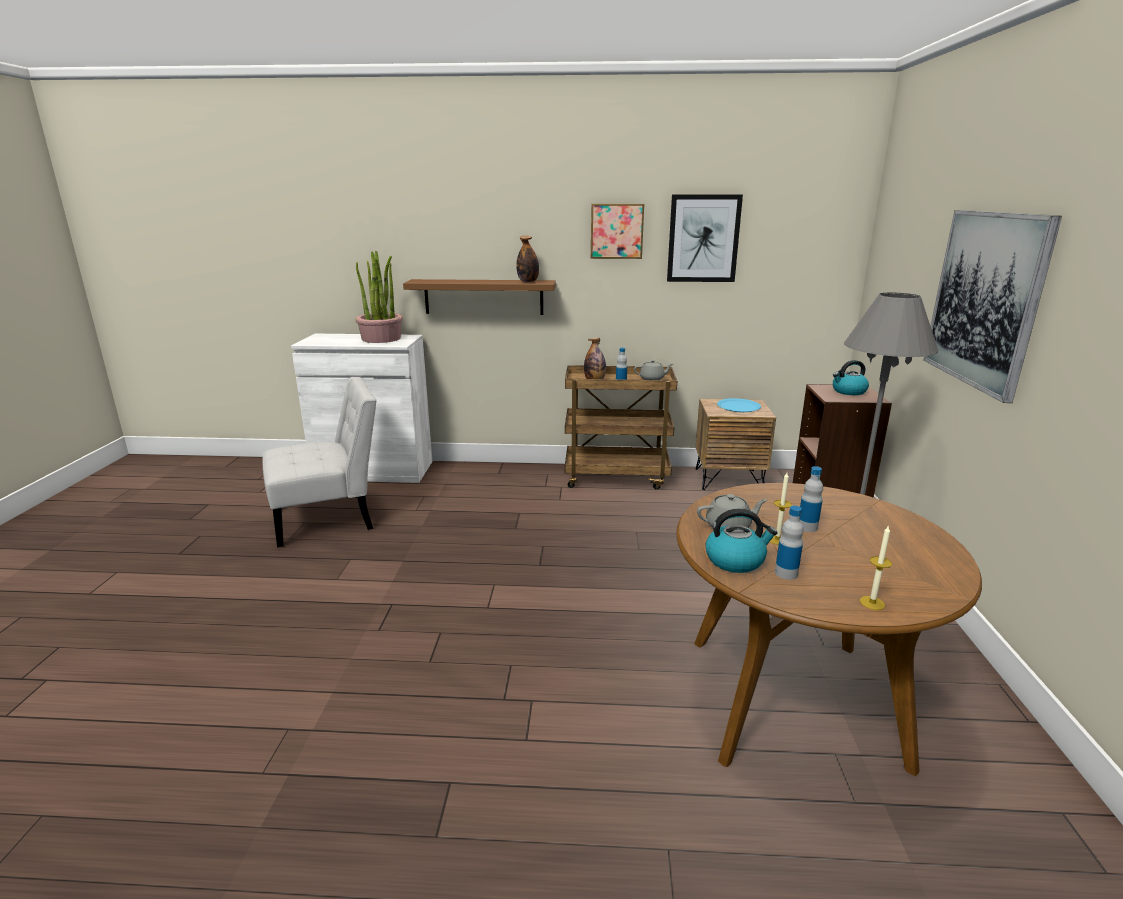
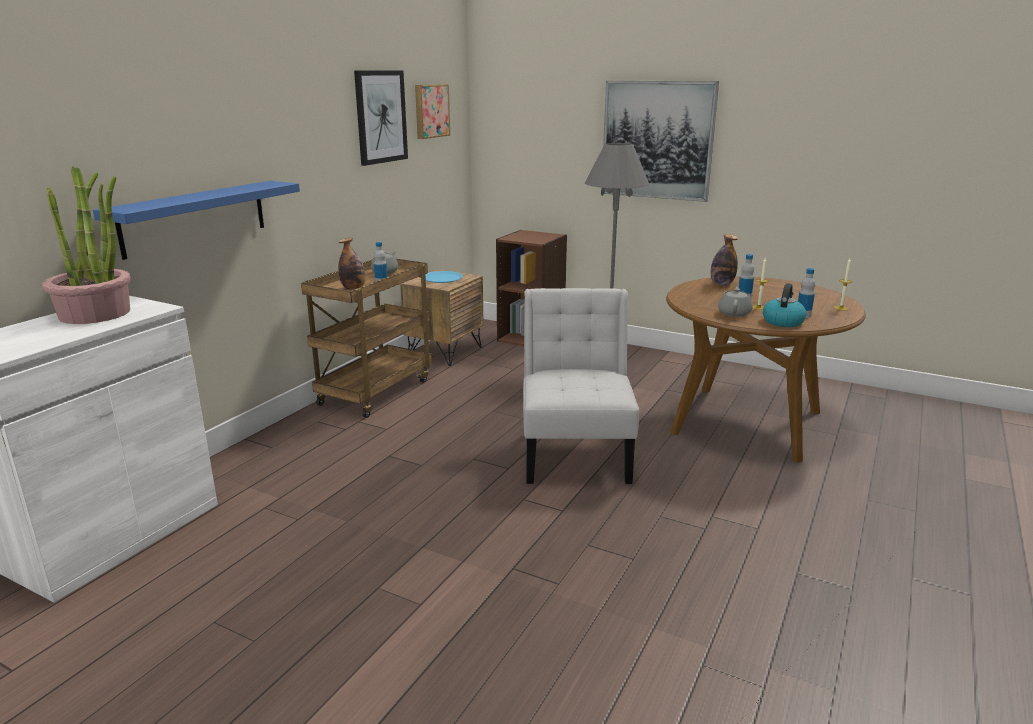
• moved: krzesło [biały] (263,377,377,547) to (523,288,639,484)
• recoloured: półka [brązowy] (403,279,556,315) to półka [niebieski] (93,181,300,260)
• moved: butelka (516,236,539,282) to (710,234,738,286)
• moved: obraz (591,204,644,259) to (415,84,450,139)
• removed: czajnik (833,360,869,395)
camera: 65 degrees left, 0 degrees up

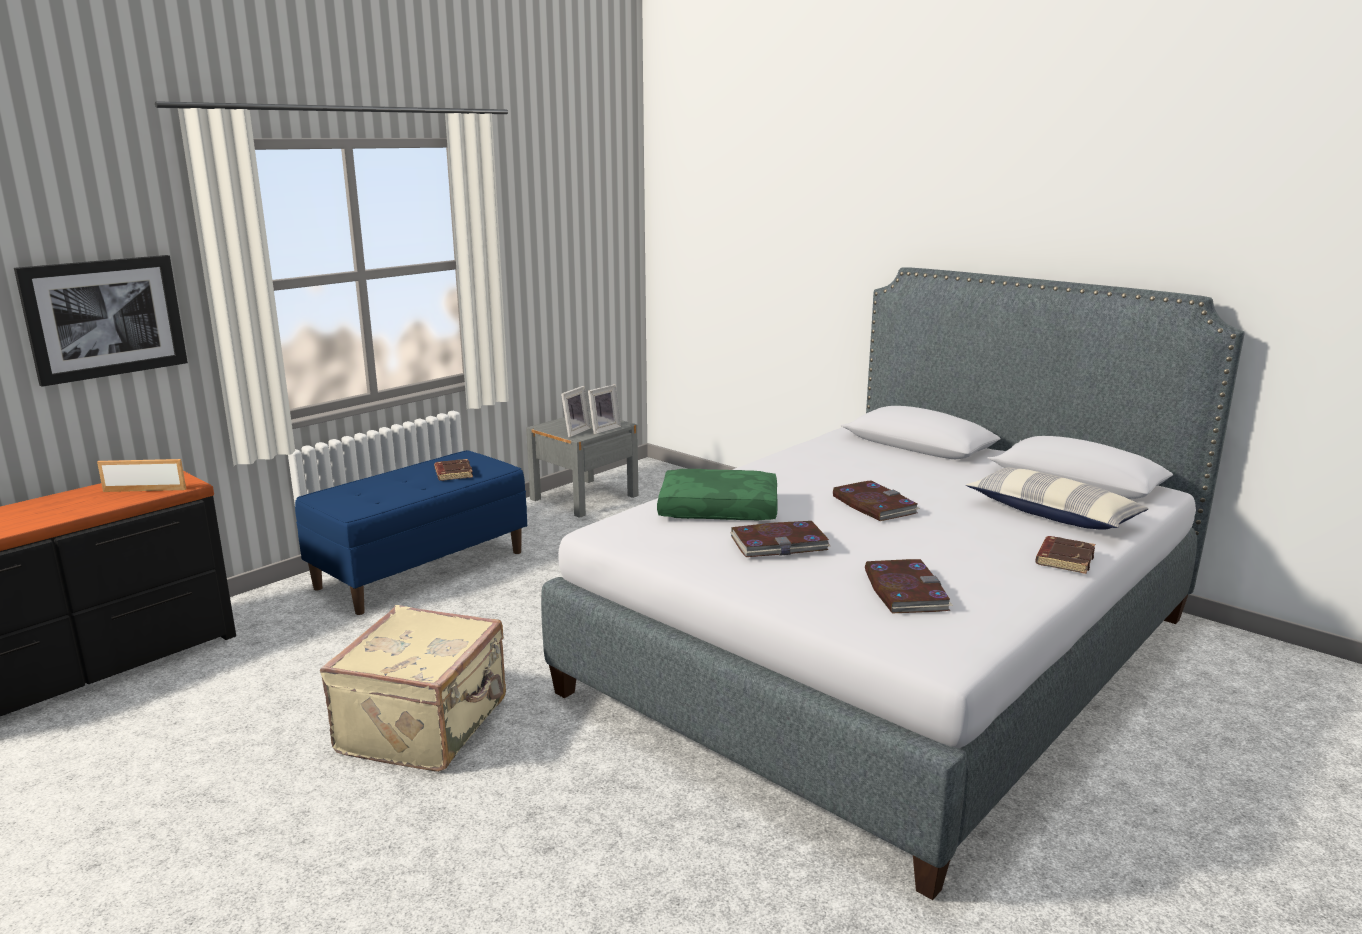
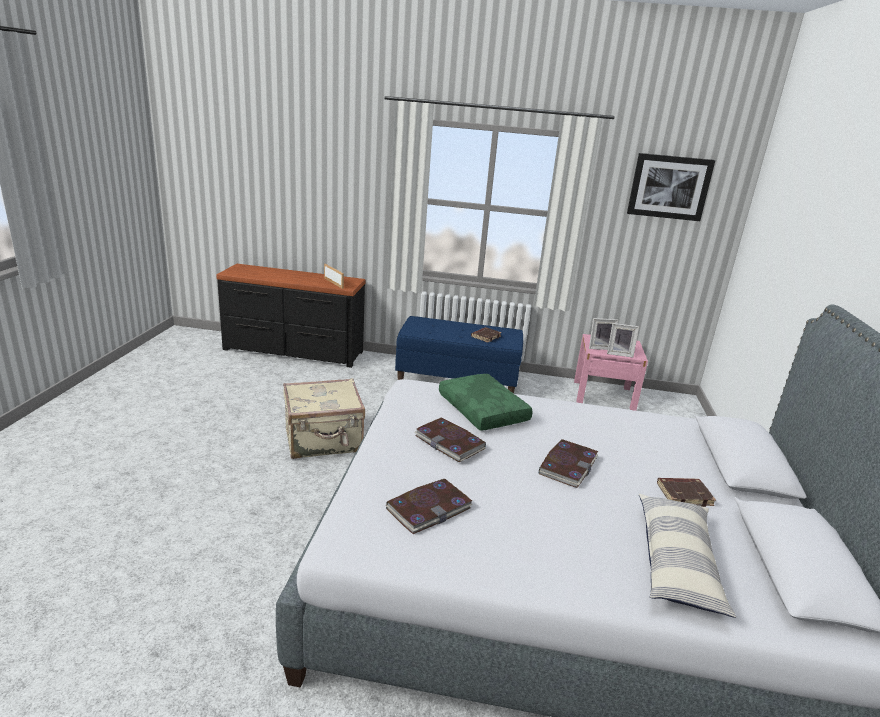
• moved: obraz (14,255,188,387) to (627,153,715,221)
• recoloured: szafka nocna [szary] (526,412,638,518) to szafka nocna [różowy] (574,334,648,411)
• moved: książka [brązowy] (1035,536,1095,574) to (657,478,716,507)
camera: 55 degrees right, 5 degrees up

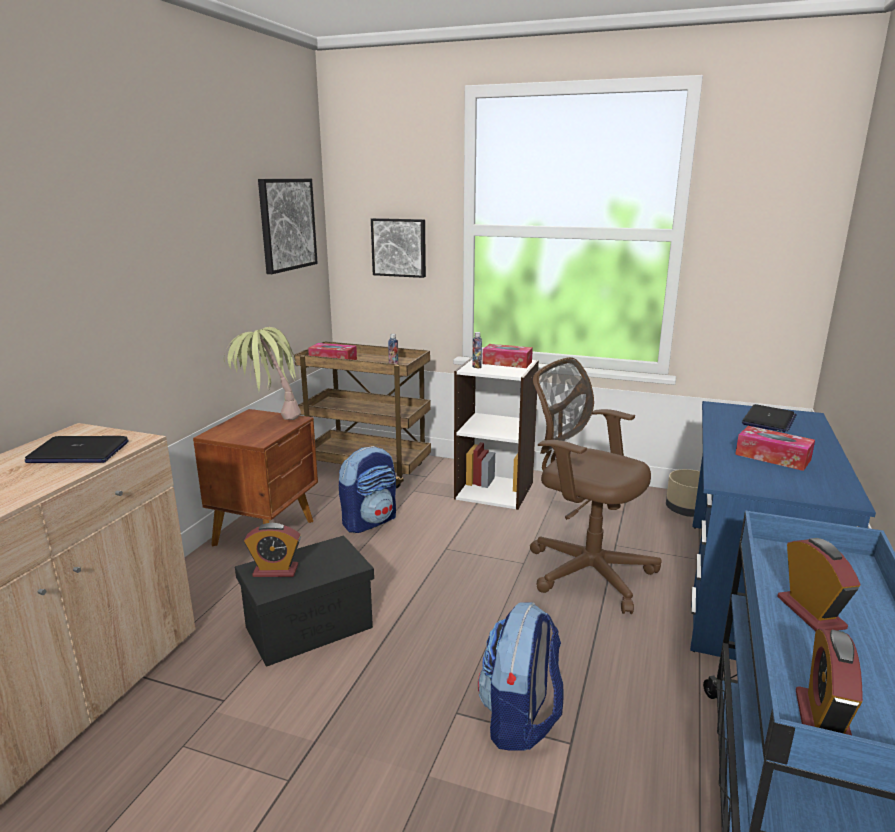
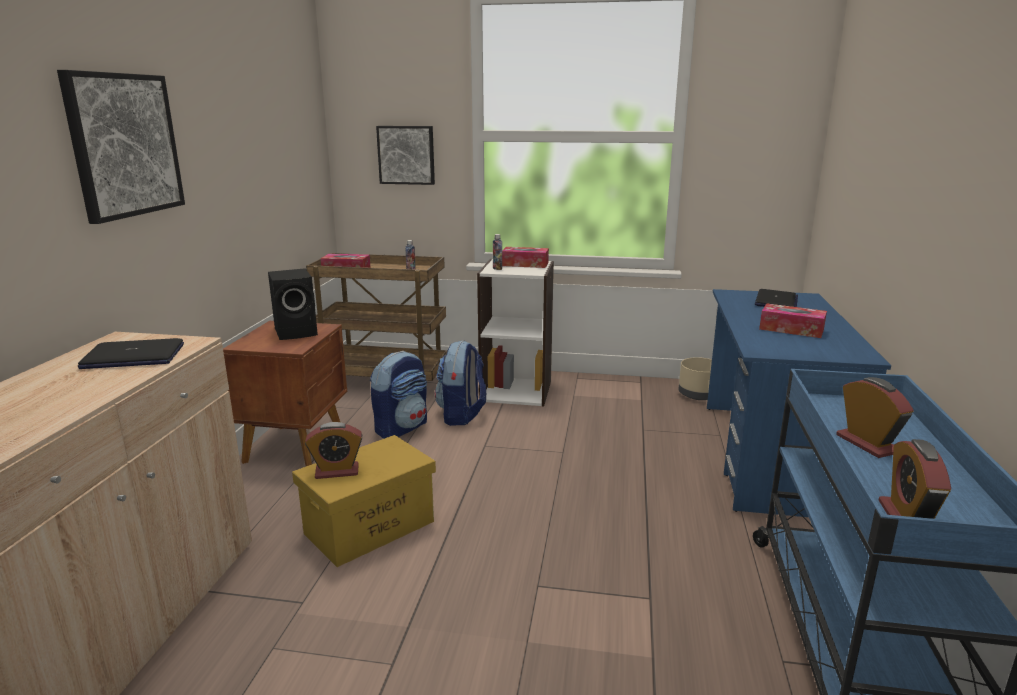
• replaced: roślina doniczkowa (224,327,301,420) to głośnik [czarny] (268,268,318,340)
• recoloured: pojemnik do przechowywania [czarny] (235,535,374,667) to pojemnik do przechowywania [żółty] (292,435,436,567)
• moved: obraz (258,179,318,274) to (57,70,185,224)
• moved: plecak (478,603,563,751) to (435,340,486,426)
• removed: krzesło biurowe [brązowy] (530,357,662,614)
camera: 10 degrees left, 0 degrees up

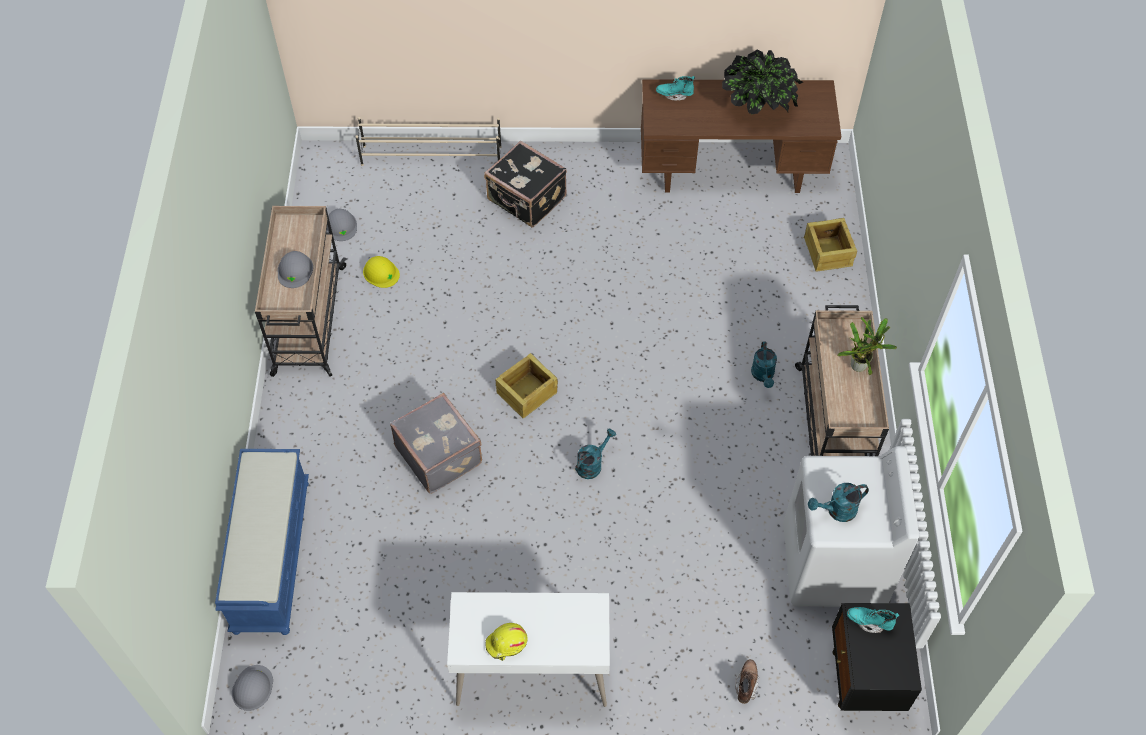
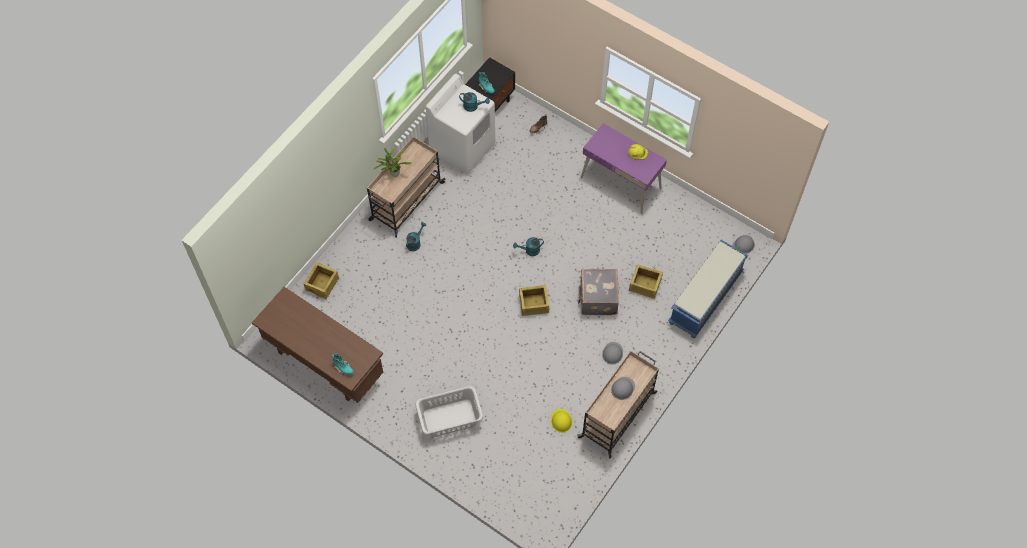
• moved: kask [szary] (327,209,357,241) to (602,342,623,365)
• removed: regał na buty [beżowy] (355,117,502,166)
• recoloured: biurko [biały] (447,592,610,707) to biurko [fioletowy] (581,123,667,214)
• replaced: walizka [czarny] (484,141,567,227) to kosz na pranie [szary] (415,386,483,437)
• removed: roślina doniczkowa (722,50,803,114)
• added: skrzynka (629,264,663,299)
camera: 145 degrees left, 5 degrees up

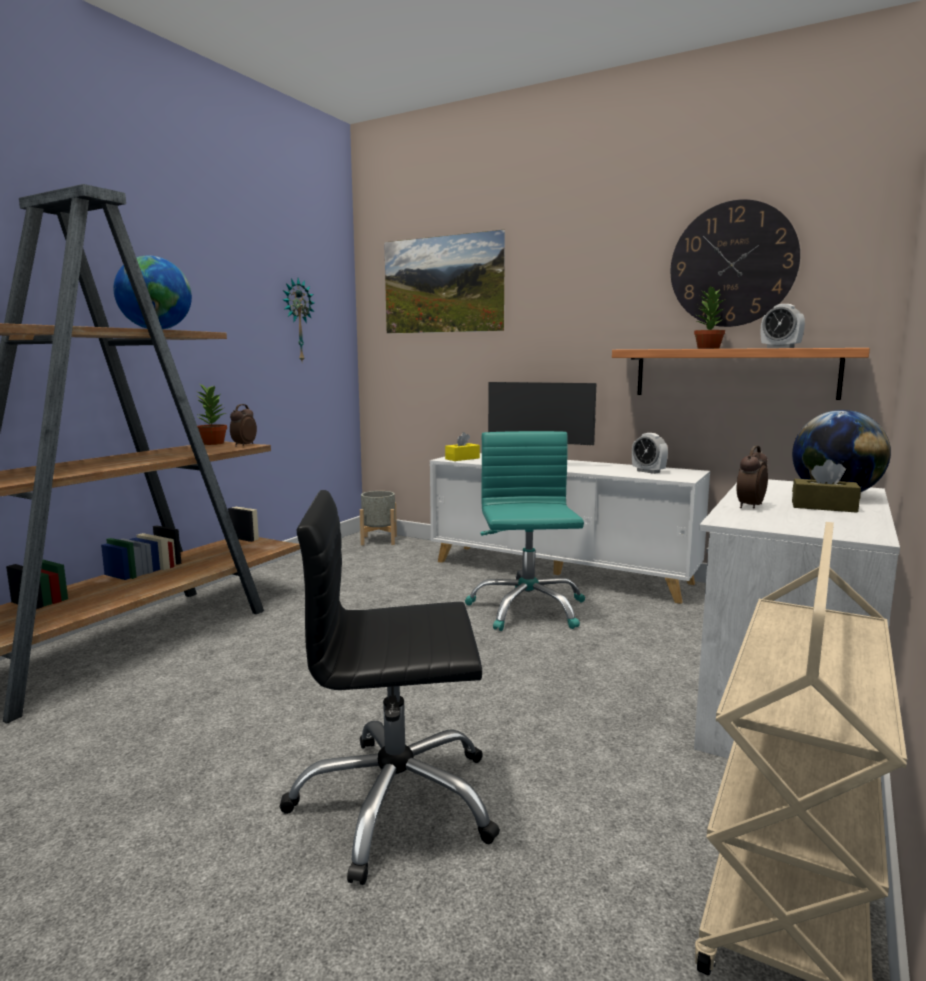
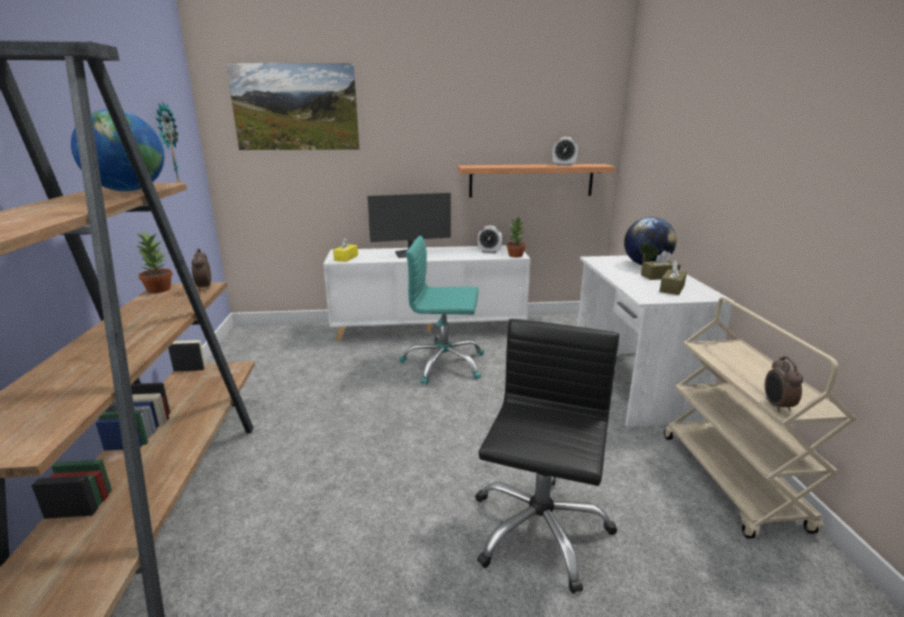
• turned: krzesło biurowe [czarny] (279,490,500,885) = (475,319,620,594) 150 degrees clockwise
• removed: donica [szary] (360,491,397,545)
• turned: krzesło biurowe [turkusowy] (465,431,585,631) = (399,236,484,384) 45 degrees counterclockwise
• removed: zegar ścienny (670,199,800,327)
• moved: roślina doniczkowa (694,285,726,349) to (506,216,526,257)
• moved: budzik (737,446,768,508) to (765,356,803,412)
• added: pudełko chusteczek [brązowy] (659,260,687,295)
camera: 35 degrees left, 10 degrees up

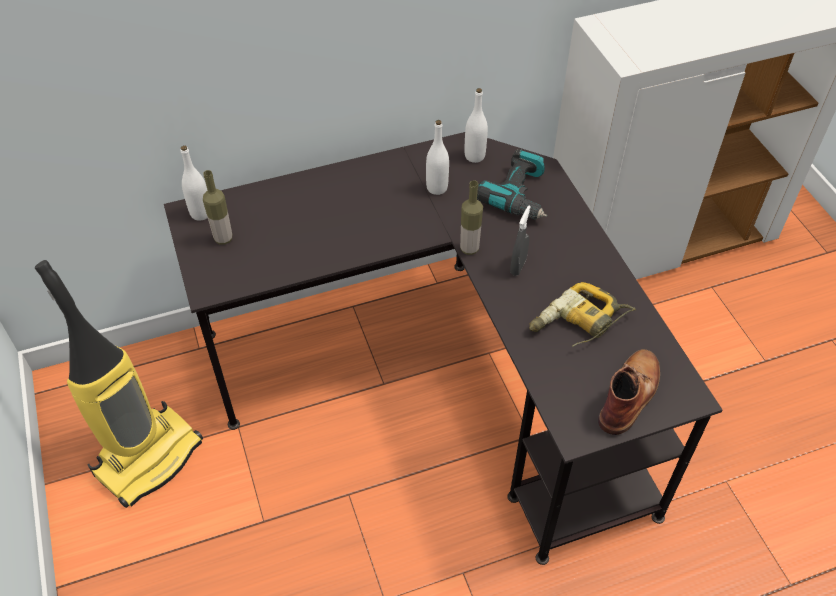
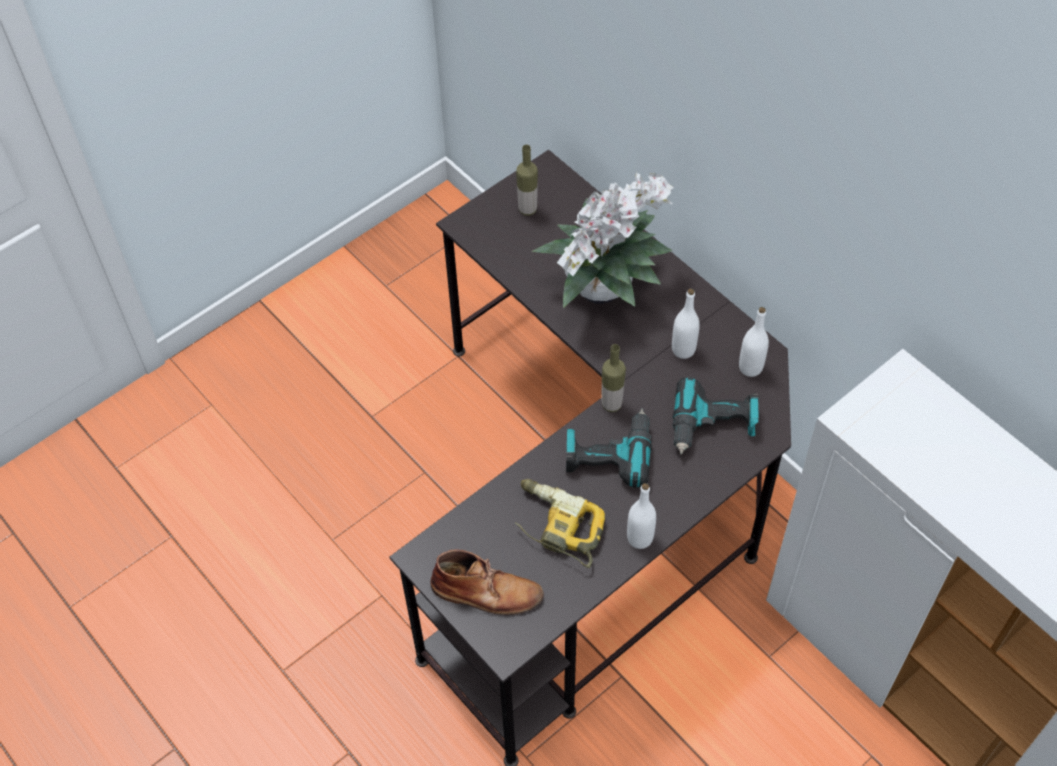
• removed: odkurzacz (35,260,203,508)
• moved: butelka [biały] (181,146,208,221) to (627,483,656,549)
• replaced: spryskiwacz [szary] (510,206,531,276) to wiertarka (566,409,652,488)
• added: roślina doniczkowa (532,172,673,308)
camera: 70 degrees right, 5 degrees up

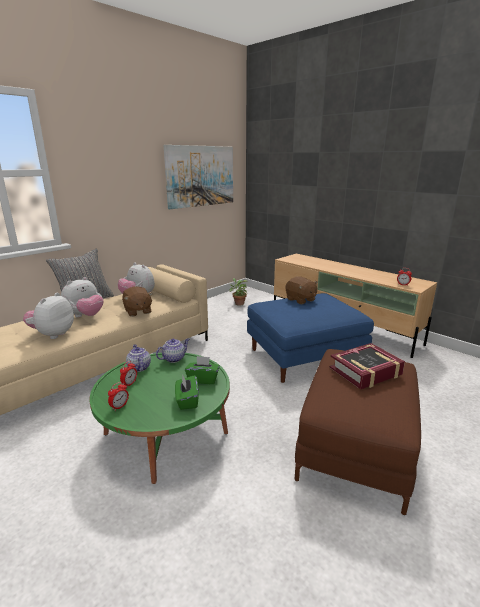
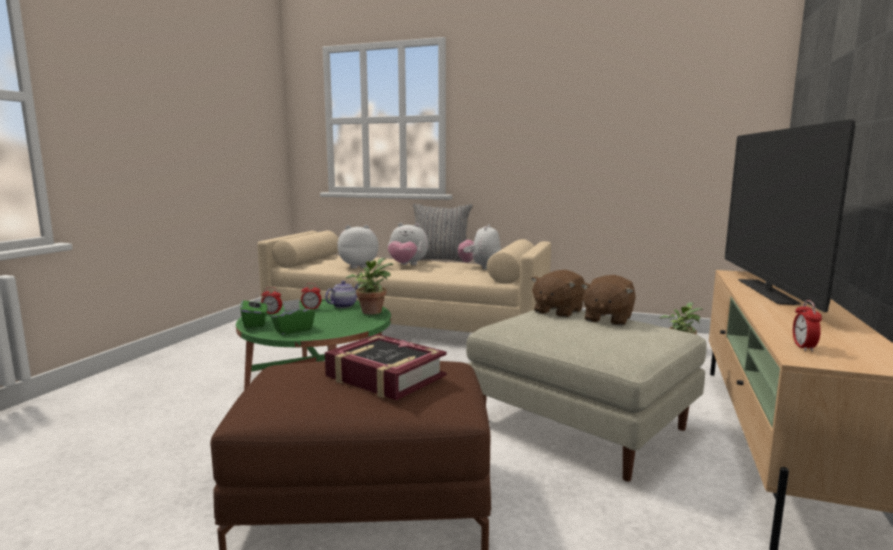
• moved: pluszak [brązowy] (122,286,153,317) to (531,270,585,317)
• replaced: imbryk (156,338,189,363) to roślina doniczkowa (346,258,393,315)
• removed: obraz (164,145,233,209)
• moved: pudełko chusteczek [zielony] (185,356,220,384) to (240,294,267,328)
• recoloured: pufa [niebieski] (247,293,374,383) to pufa [beżowy] (466,309,707,482)
• added: telewizor (725,119,855,312)
camera: 65 degrees right, 10 degrees down

